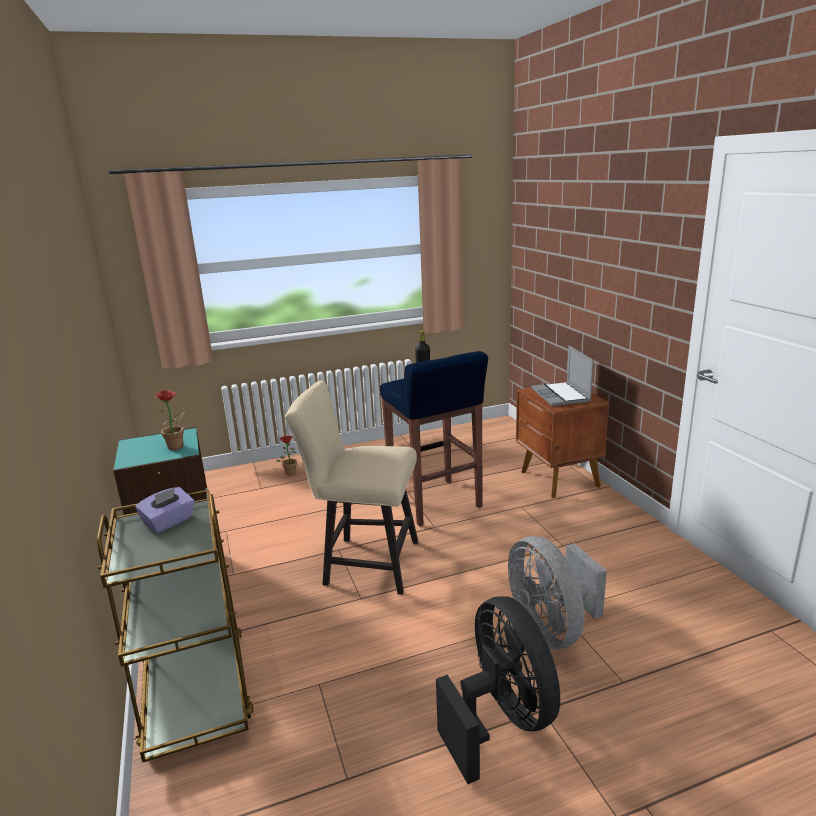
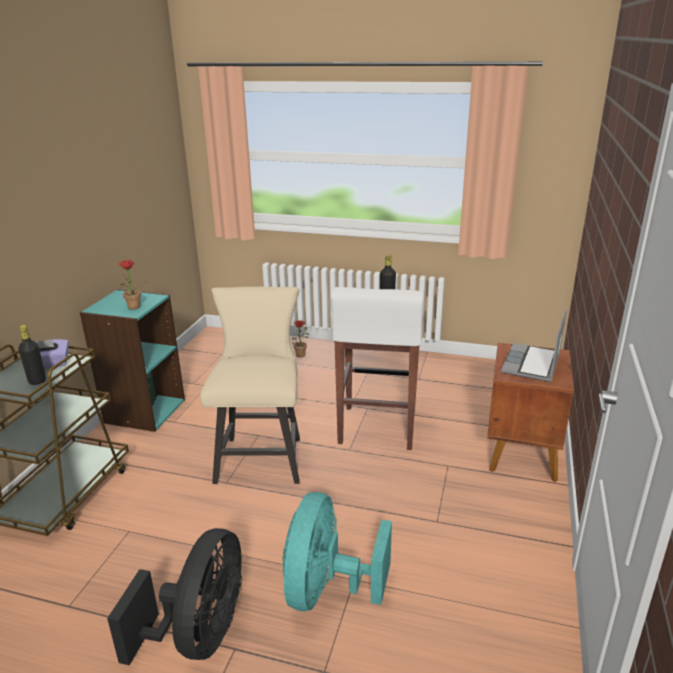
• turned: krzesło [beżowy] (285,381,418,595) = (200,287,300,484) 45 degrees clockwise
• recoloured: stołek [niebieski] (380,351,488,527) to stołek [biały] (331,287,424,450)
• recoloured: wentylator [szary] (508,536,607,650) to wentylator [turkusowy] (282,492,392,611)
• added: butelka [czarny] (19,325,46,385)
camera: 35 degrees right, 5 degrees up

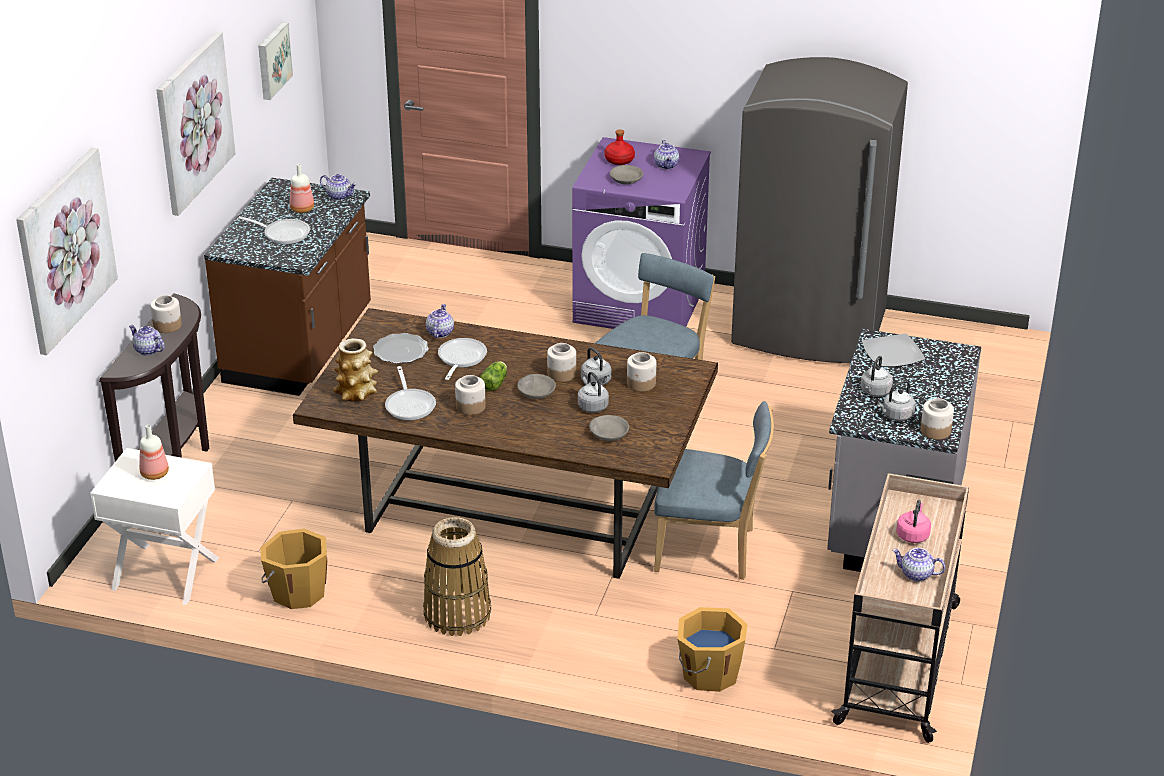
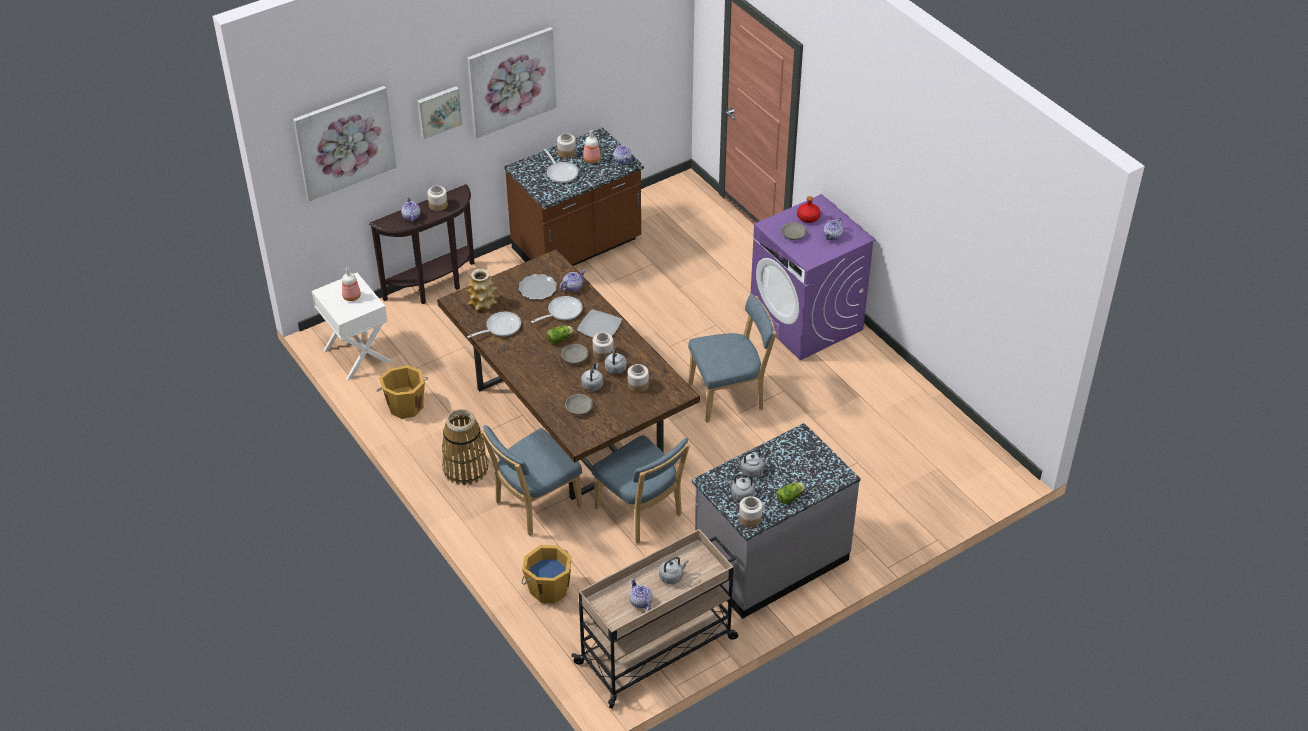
• moved: obraz (258,22,293,100) to (417,86,462,139)
• turned: patelnia (385,366,436,420) = (467,312,521,338) 150 degrees counterclockwise
• moved: słoik (455,375,486,415) to (557,133,576,158)
• removed: lodówka [szary] (731,57,908,364)
• moved: talerz (861,334,925,367) to (577,309,622,338)
• recoloured: czajnik [różowy] (897,500,931,543) to czajnik [szary] (659,557,689,585)
• added: krzesło [niebieski] (481,425,582,536)
• added: sałata (777,483,805,504)
camera: 40 degrees right, 10 degrees up

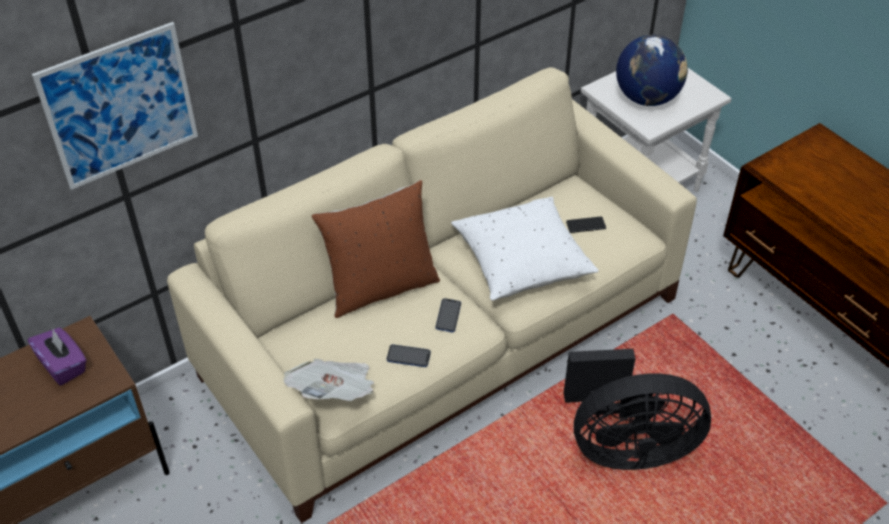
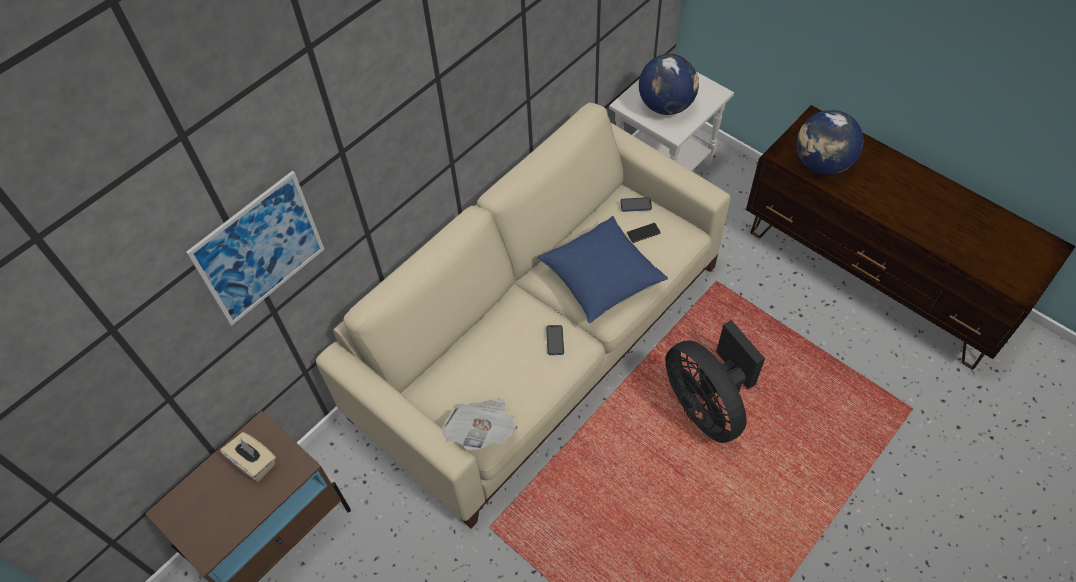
• recoloured: pudełko chusteczek [fioletowy] (28,328,87,385) to pudełko chusteczek [beżowy] (220,432,276,482)
• removed: poduszka [brązowy] (312,180,440,318)
• moved: telefon (387,344,431,367) to (620,197,652,212)
• recoloured: poduszka [biały] (451,196,599,301) to poduszka [niebieski] (537,216,668,323)
• turned: wentylator [czarny] (564,349,711,470) = (665,320,765,443) 75 degrees clockwise
• added: globus (796,110,864,175)
camera: 10 degrees left, 10 degrees up

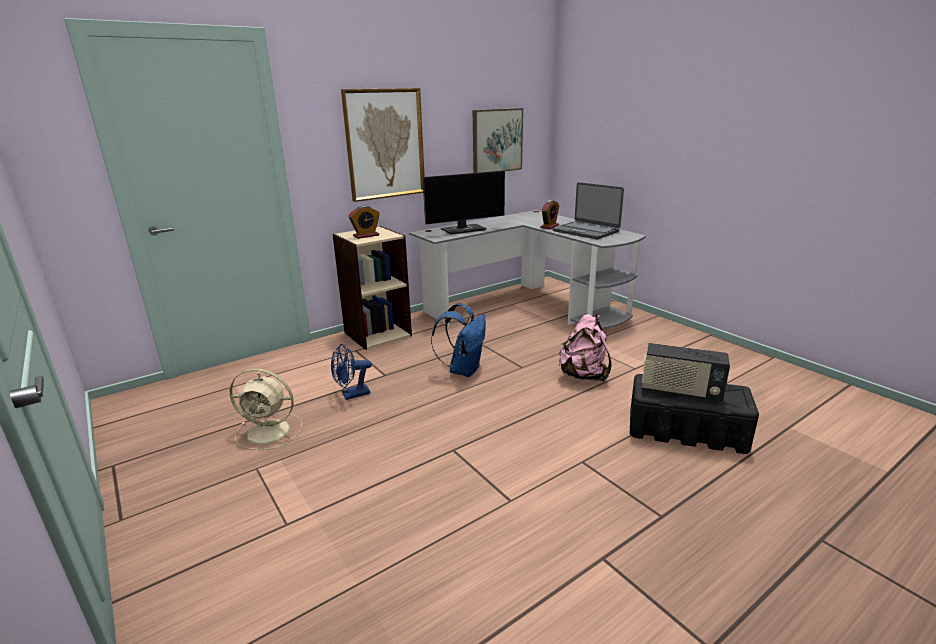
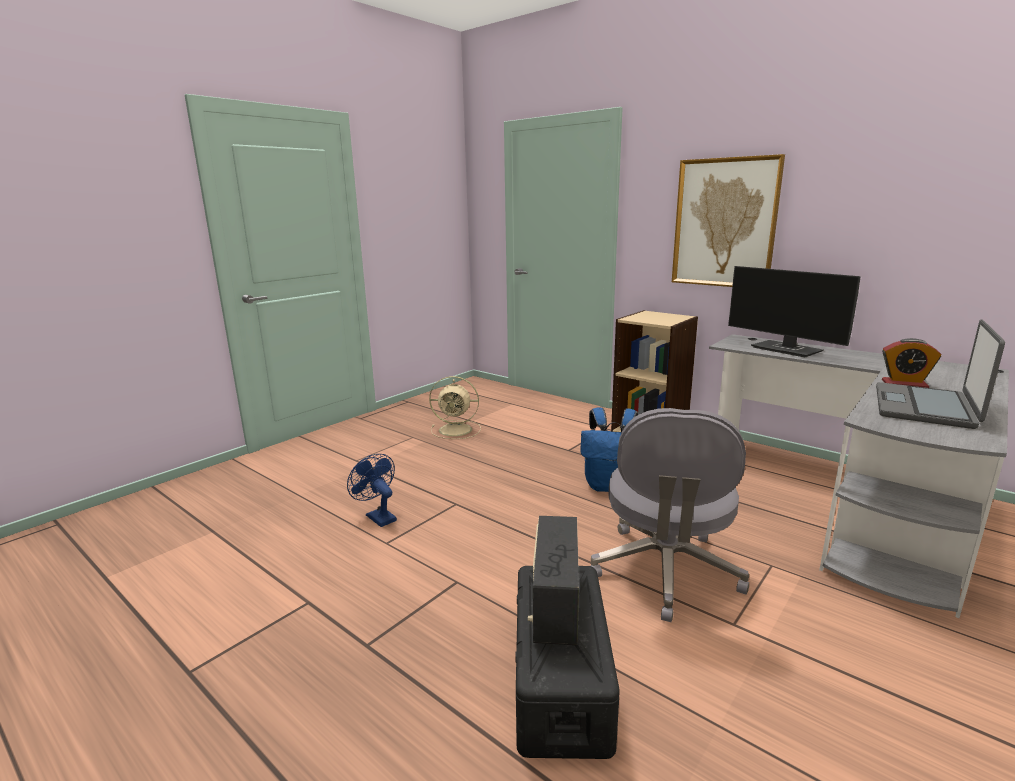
• turned: wentylator [beżowy] (230,368,302,450) = (429,376,481,439) 75 degrees counterclockwise
• moved: wentylator [niebieski] (331,344,372,400) to (347,454,397,527)
• removed: budzik (349,206,380,239)
• removed: obraz (473,108,523,173)
• replaced: plecak [różowy] (558,314,612,382) to krzesło biurowe [szary] (591,408,749,622)
camera: 75 degrees right, 5 degrees down

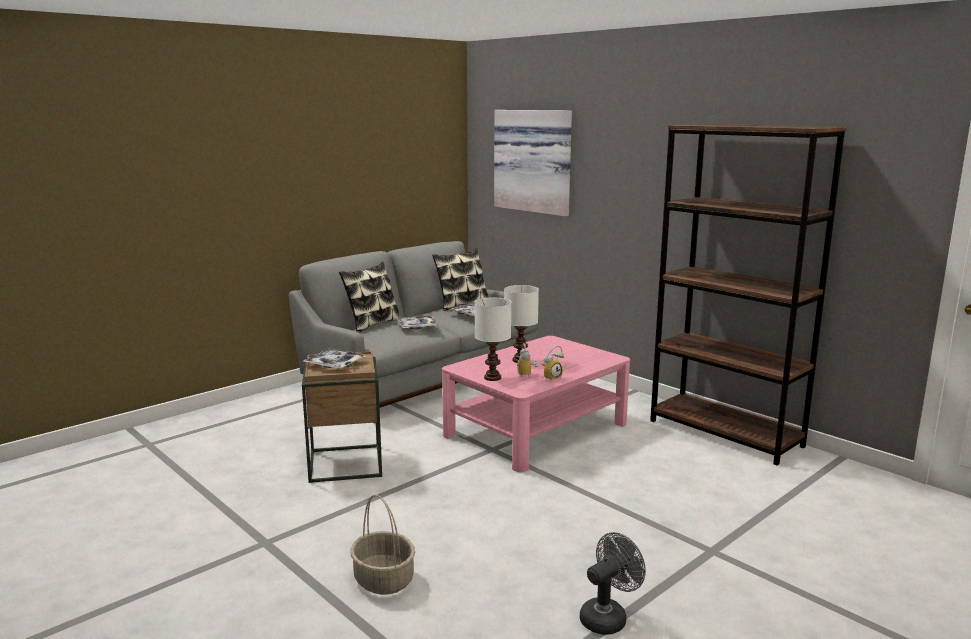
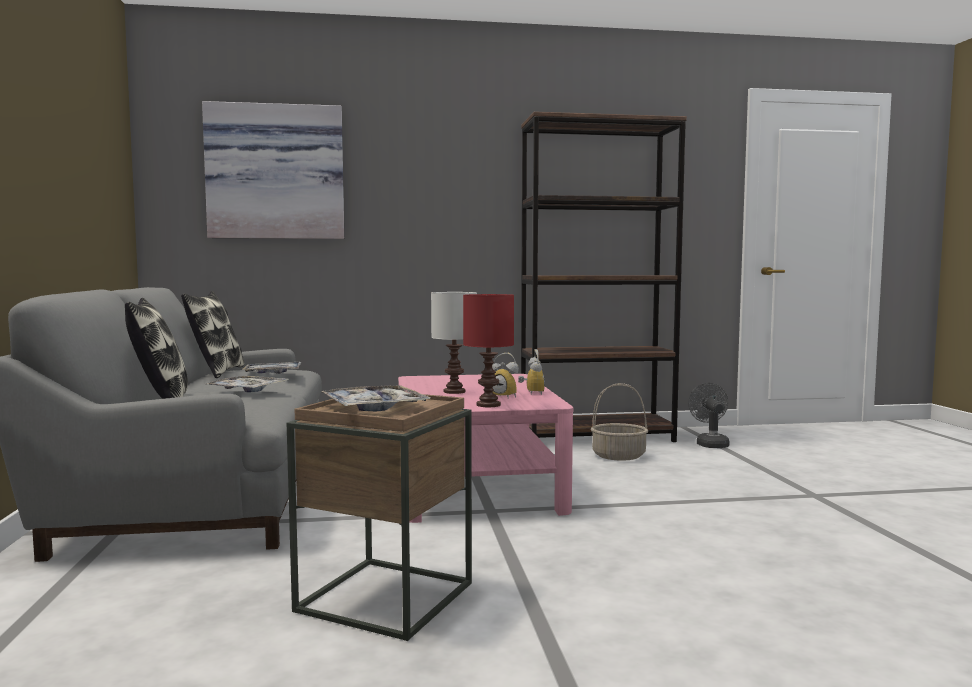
• moved: koszyk (350,495,415,595) to (591,383,648,461)
• recoloured: lampa stołowa [biały] (475,297,511,381) to lampa stołowa [czerwony] (463,294,514,407)
• moved: wentylator [szary] (580,532,646,635) to (688,383,730,448)
camera: 55 degrees left, 10 degrees down

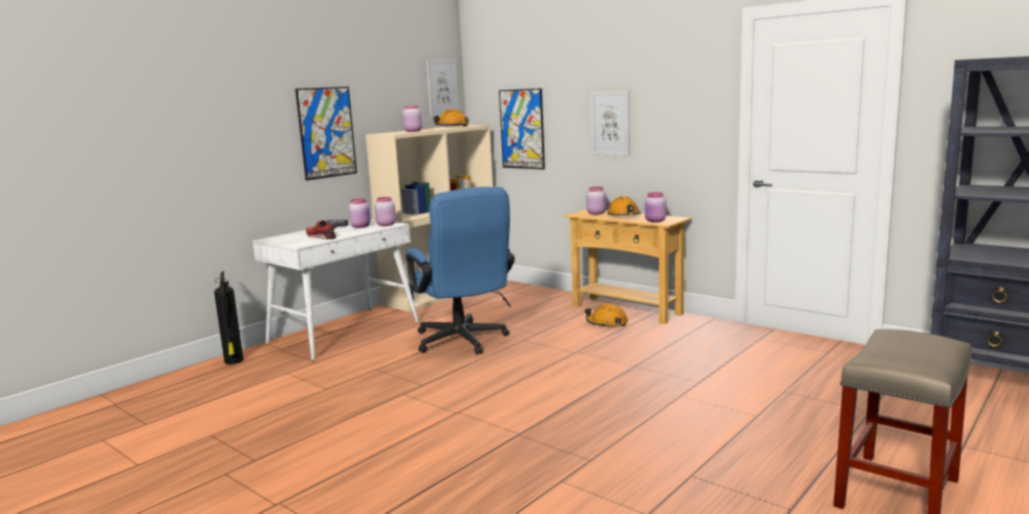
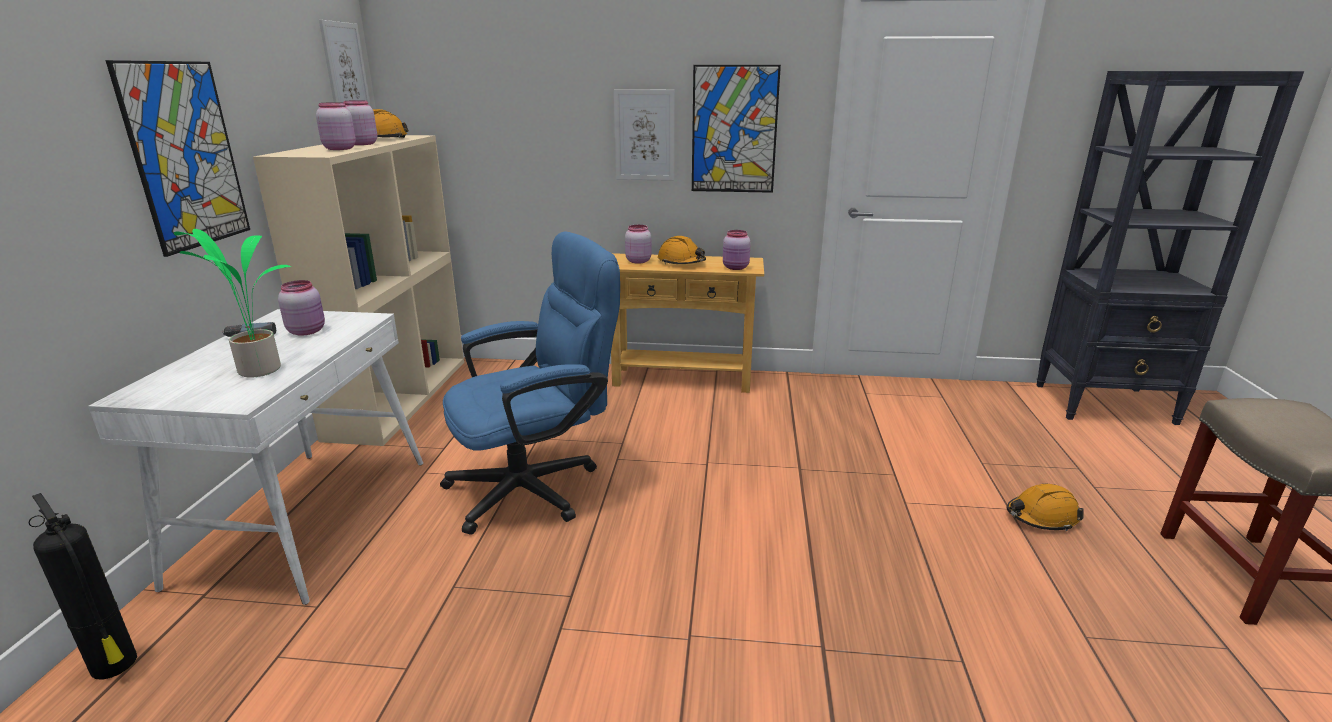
• replaced: but [czerwony] (306,220,336,239) to roślina doniczkowa (174,229,291,378)
• moved: słoik [różowy] (374,197,396,226) to (343,100,377,145)
• turned: krzesło biurowe [niebieski] (406,187,515,354) = (440,231,620,535) 60 degrees counterclockwise
• moved: obraz (499,88,545,170) to (692,65,781,193)
• moved: kask [pomarańczowy] (585,303,628,328) to (1006,484,1084,531)
camera: 35 degrees left, 10 degrees up

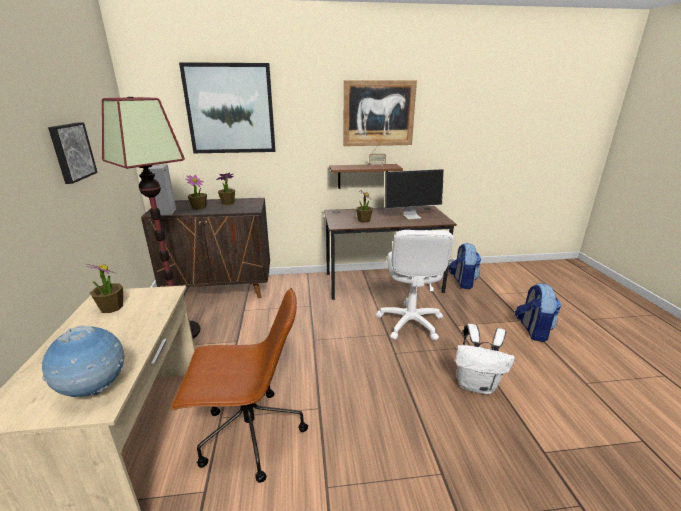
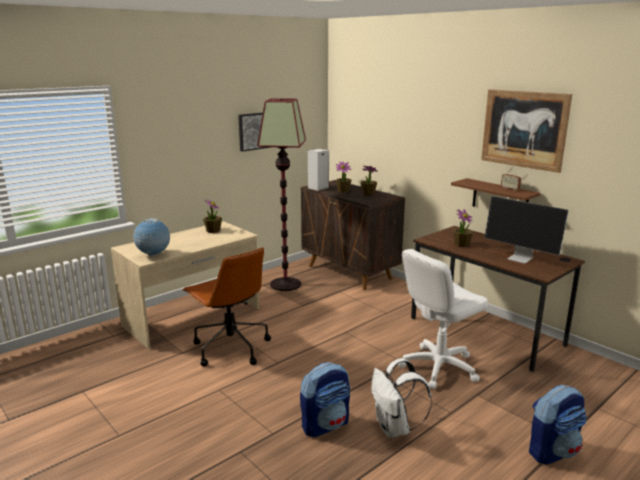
• removed: obraz (179,62,275,153)
• moved: plecak (448,242,481,289) to (300,362,350,437)
camera: 55 degrees right, 5 degrees down

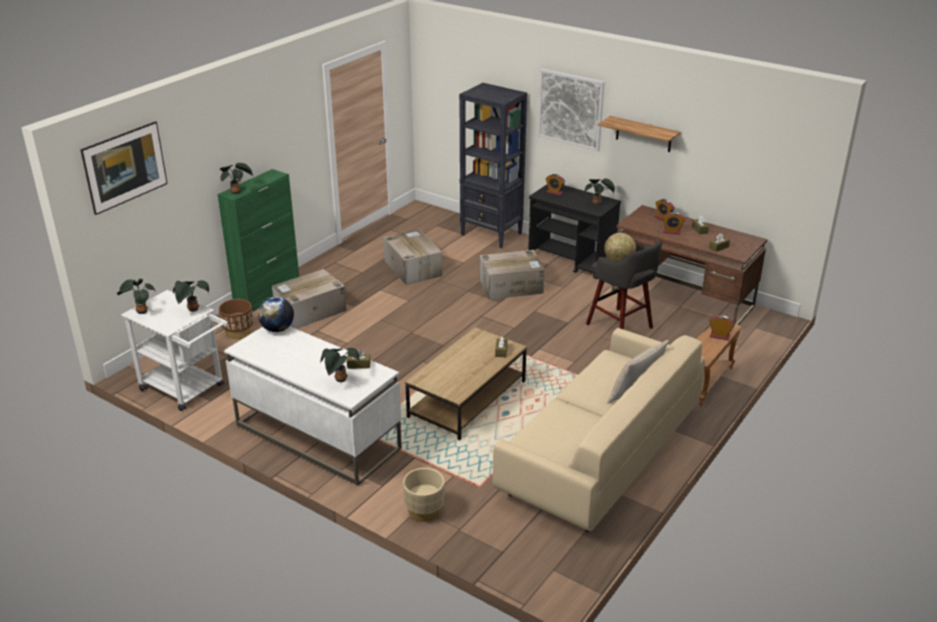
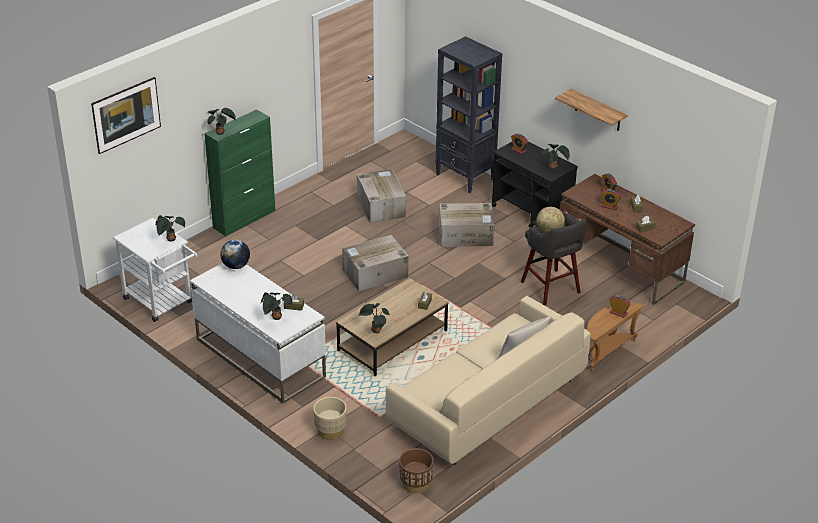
• moved: roślina doniczkowa (117,279,156,314) to (358,303,390,334)
• moved: donica [brązowy] (219,299,253,339) to (399,448,434,493)
• moved: karton (272,269,347,329) to (342,235,408,291)
• removed: obraz (537,69,605,151)
camera: 10 degrees right, 5 degrees up

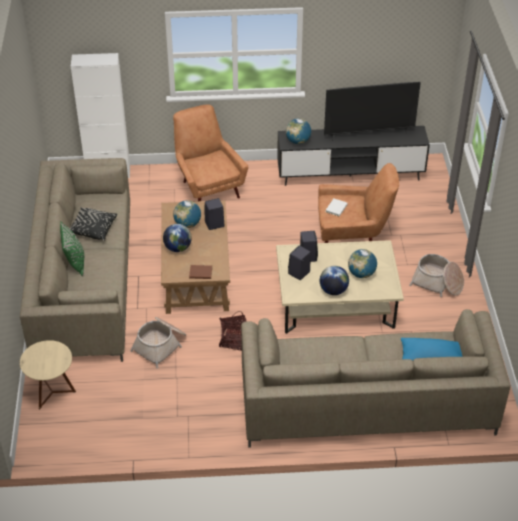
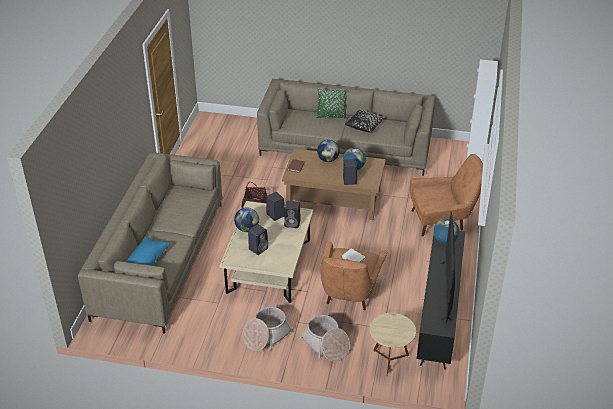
• moved: stolik [beżowy] (20,340,76,409) to (370,313,416,376)
• moved: koszyk (130,317,186,369) to (299,315,350,362)
• replaced: globus (348,249,377,278) to głośnik [czarny] (248,224,268,255)
camera: 105 degrees right, 5 degrees down

